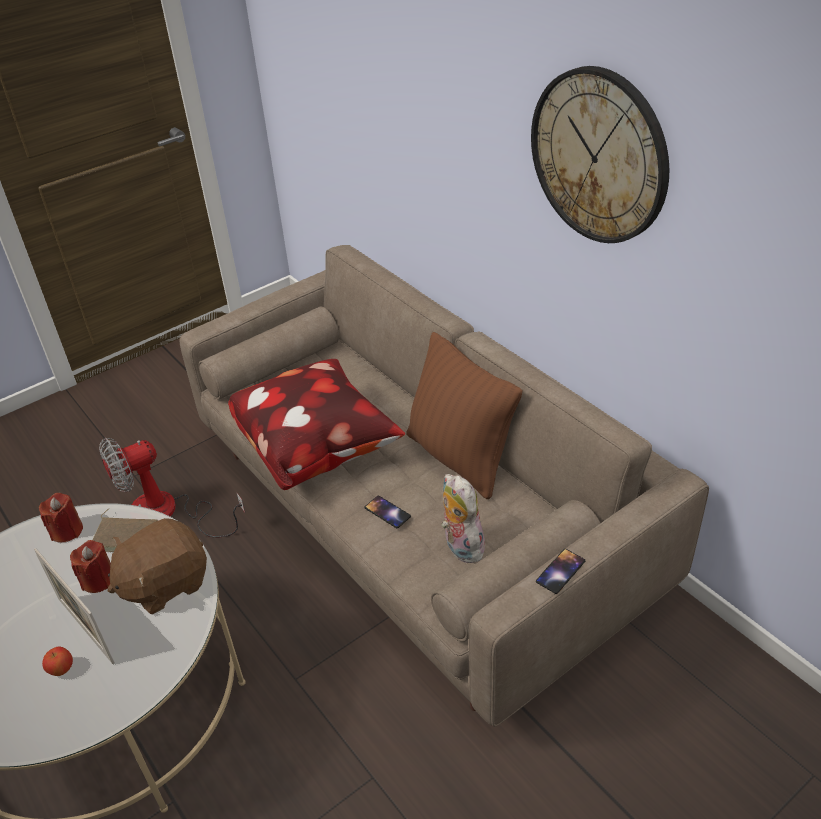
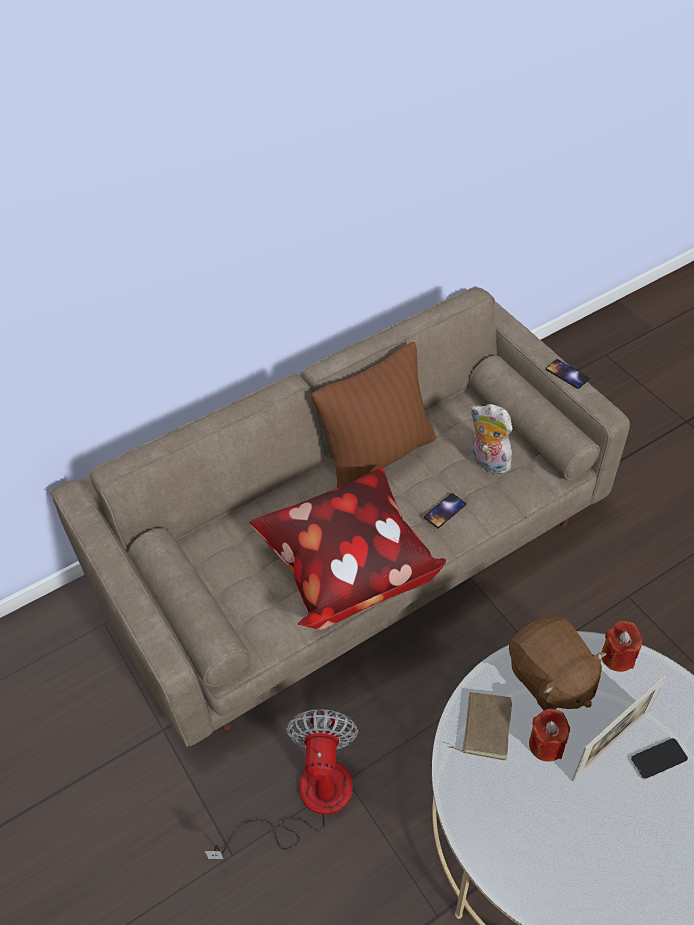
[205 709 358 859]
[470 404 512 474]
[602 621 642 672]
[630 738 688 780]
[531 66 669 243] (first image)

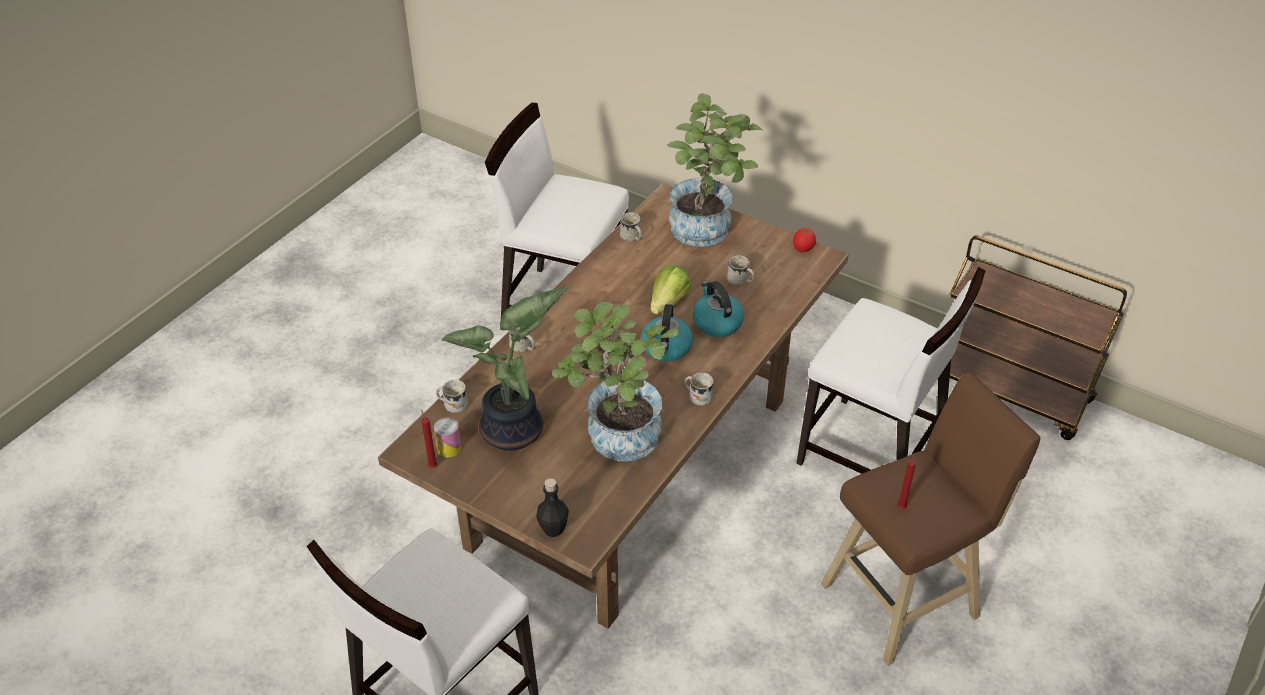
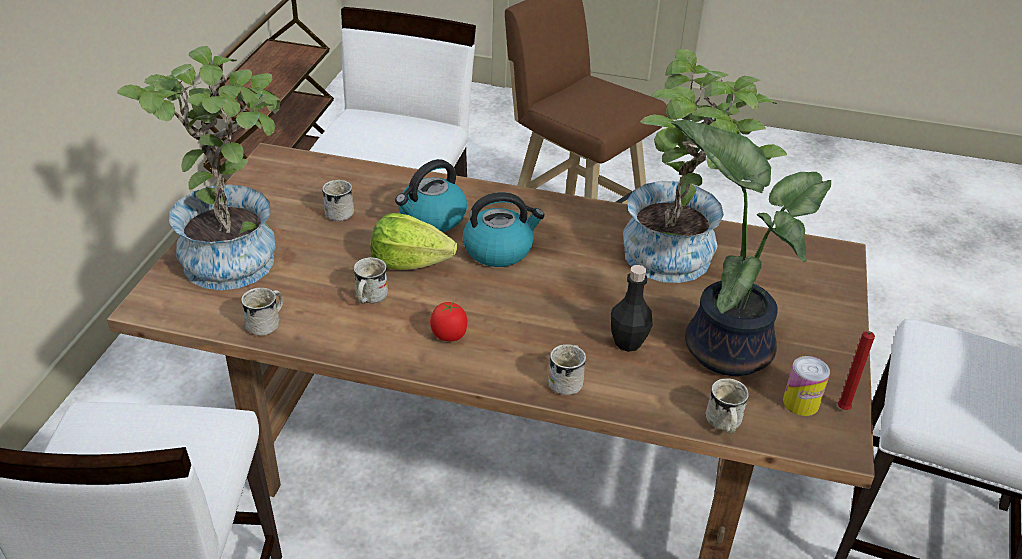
[354 257 388 304]
[430 301 467 341]
[611 265 652 352]
[897 460 916 509] (first image)

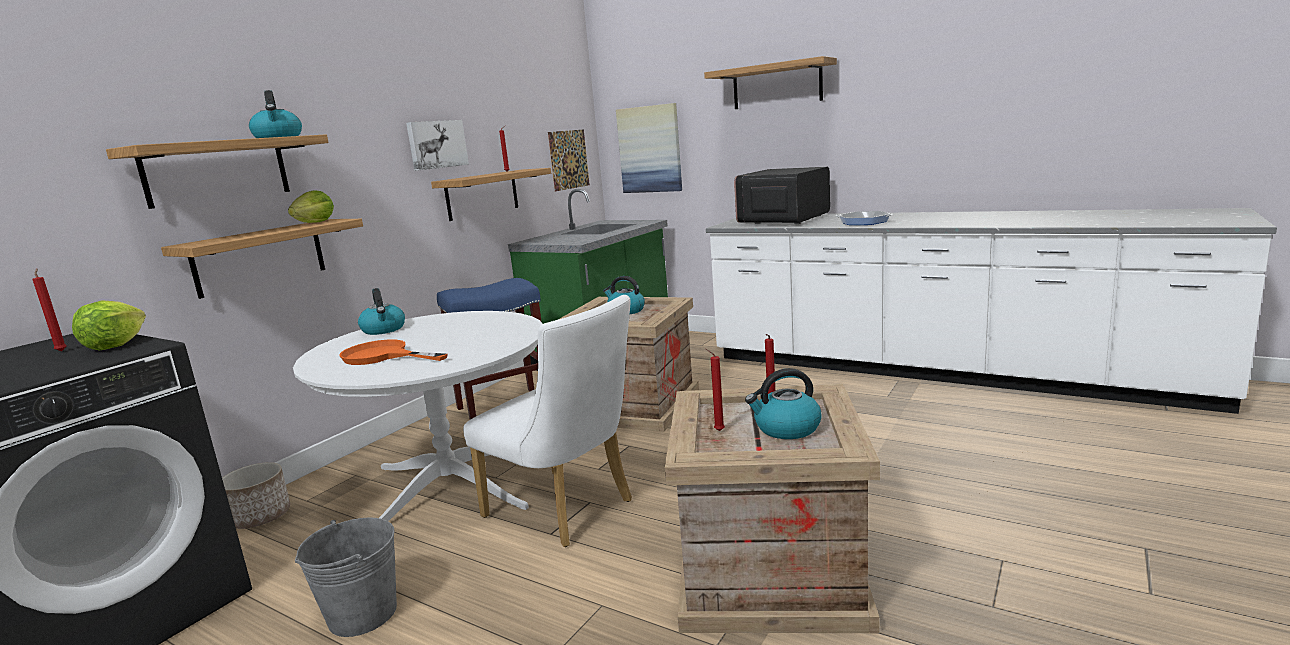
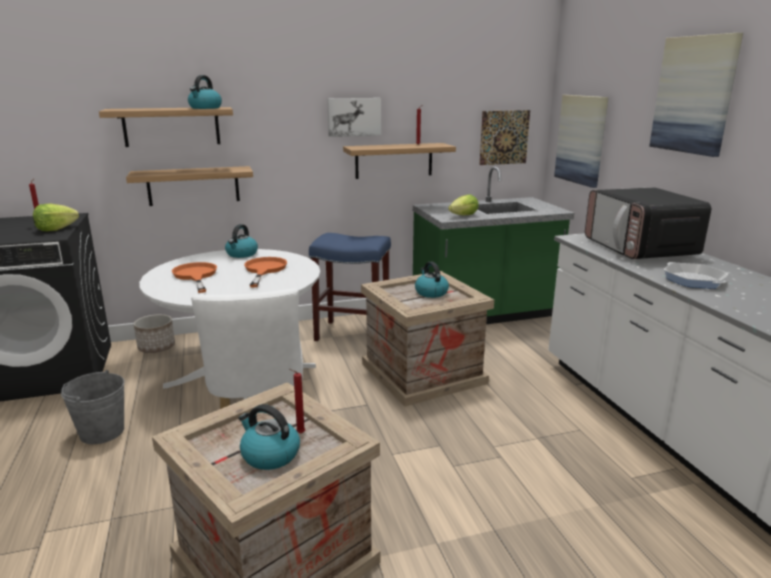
[244 257 287 287]
[448 194 479 215]
[585 187 711 259]
[649 33 743 157]
[706 349 725 431] (first image)

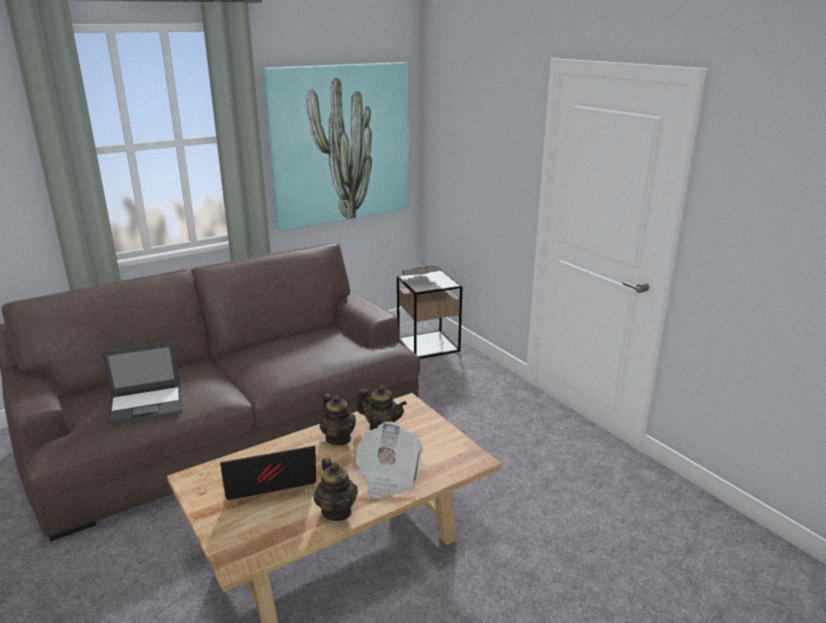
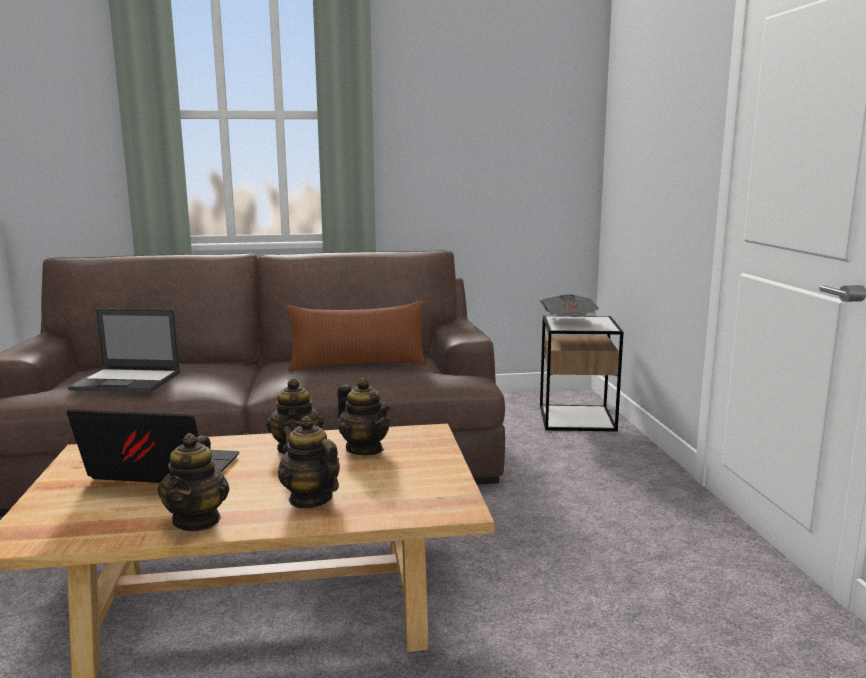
[278 416 340 509]
[286 301 426 371]
[263 62 408 231] (first image)

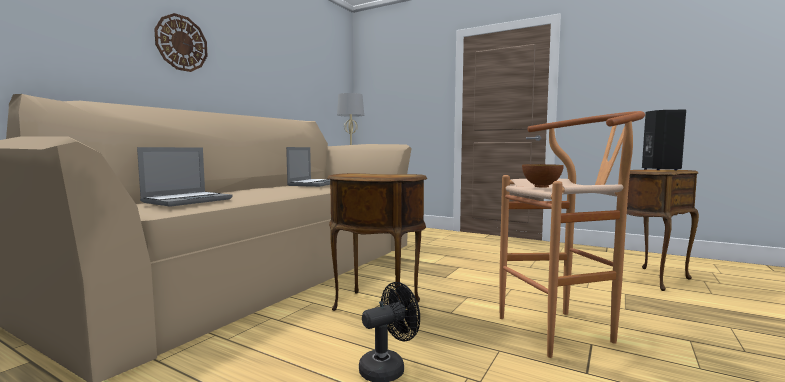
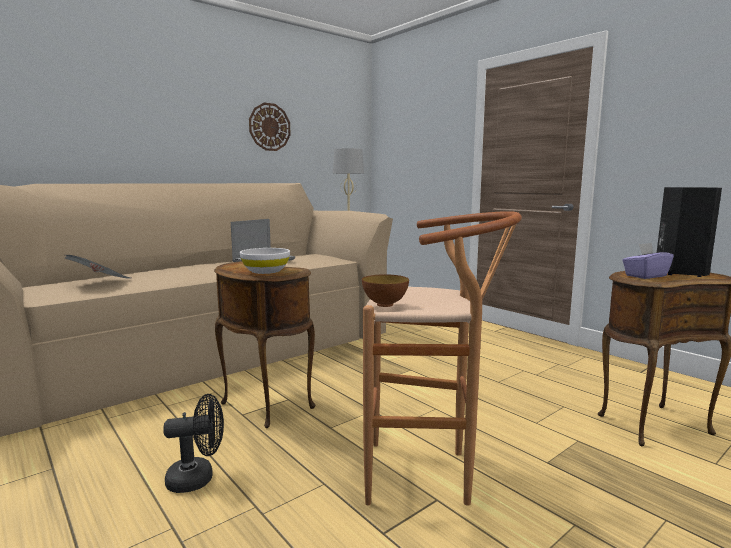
[65 255 131 278]
[240 248 290 274]
[249 103 291 151]
[622 243 674 279]

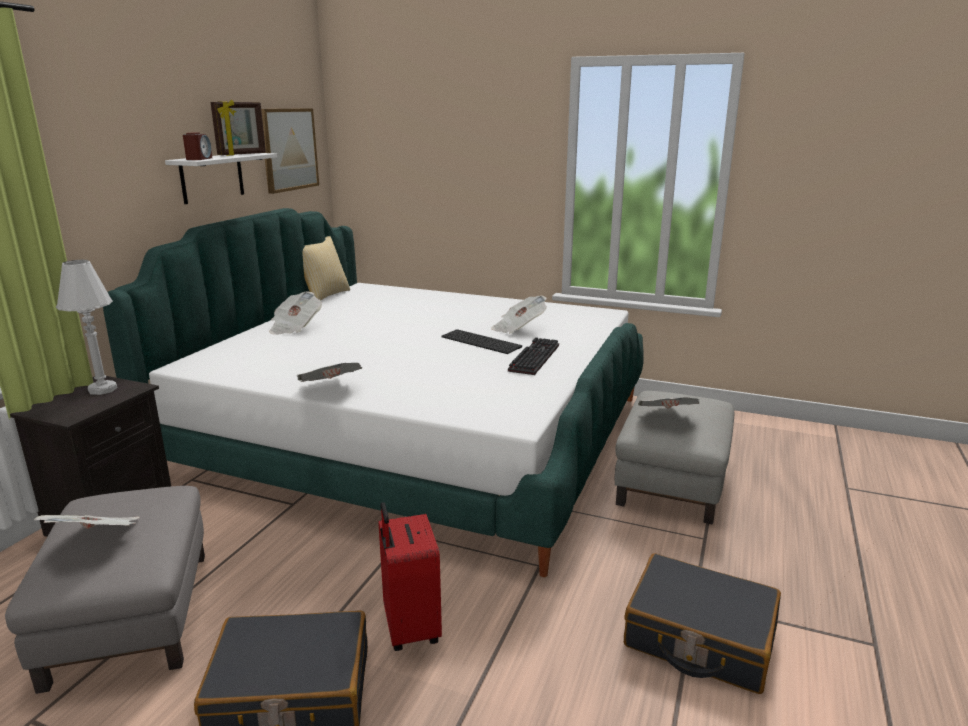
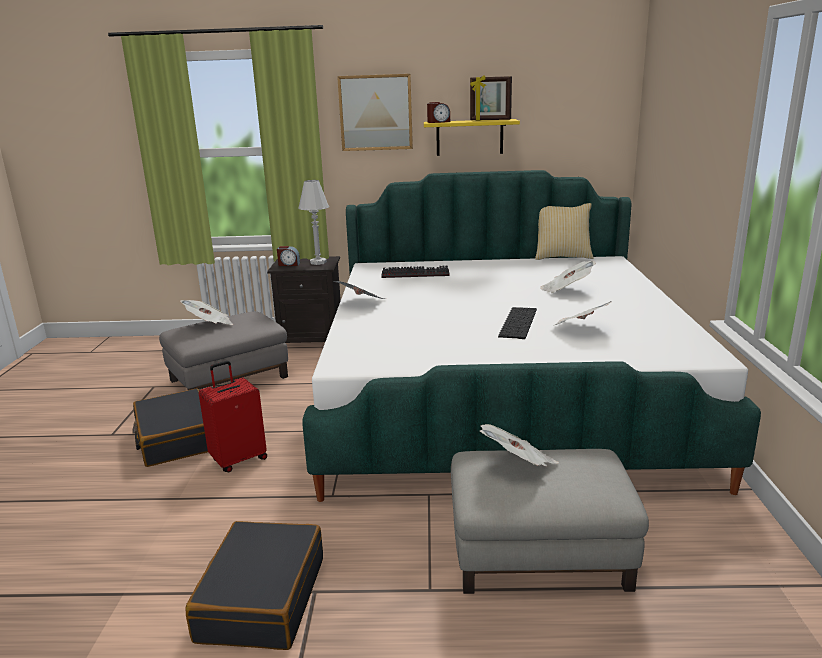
[277 246 300 266]
[337 74 413 151]
[381 266 450 278]
[424 119 520 156]
[540 261 596 293]

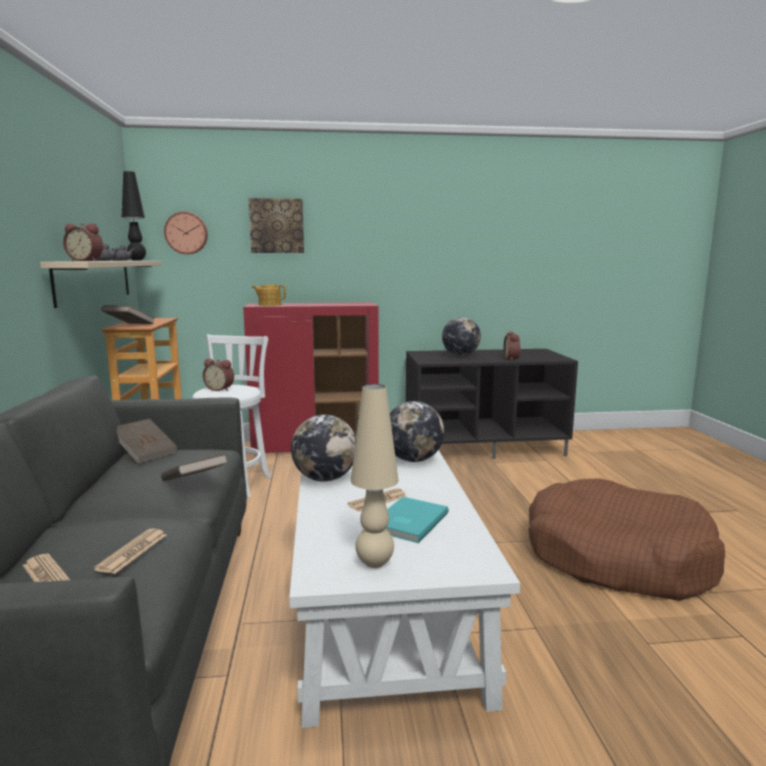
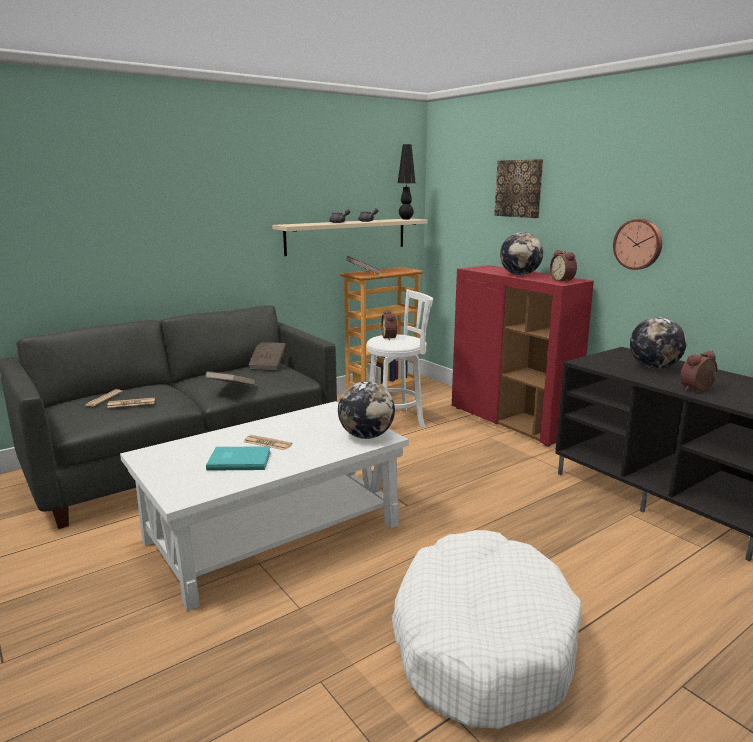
[392 530 582 729]
[500 232 543 275]
[550 250 577 282]
[613 219 662 270]
[252 285 286 306] (first image)
[351 384 399 568] (first image)

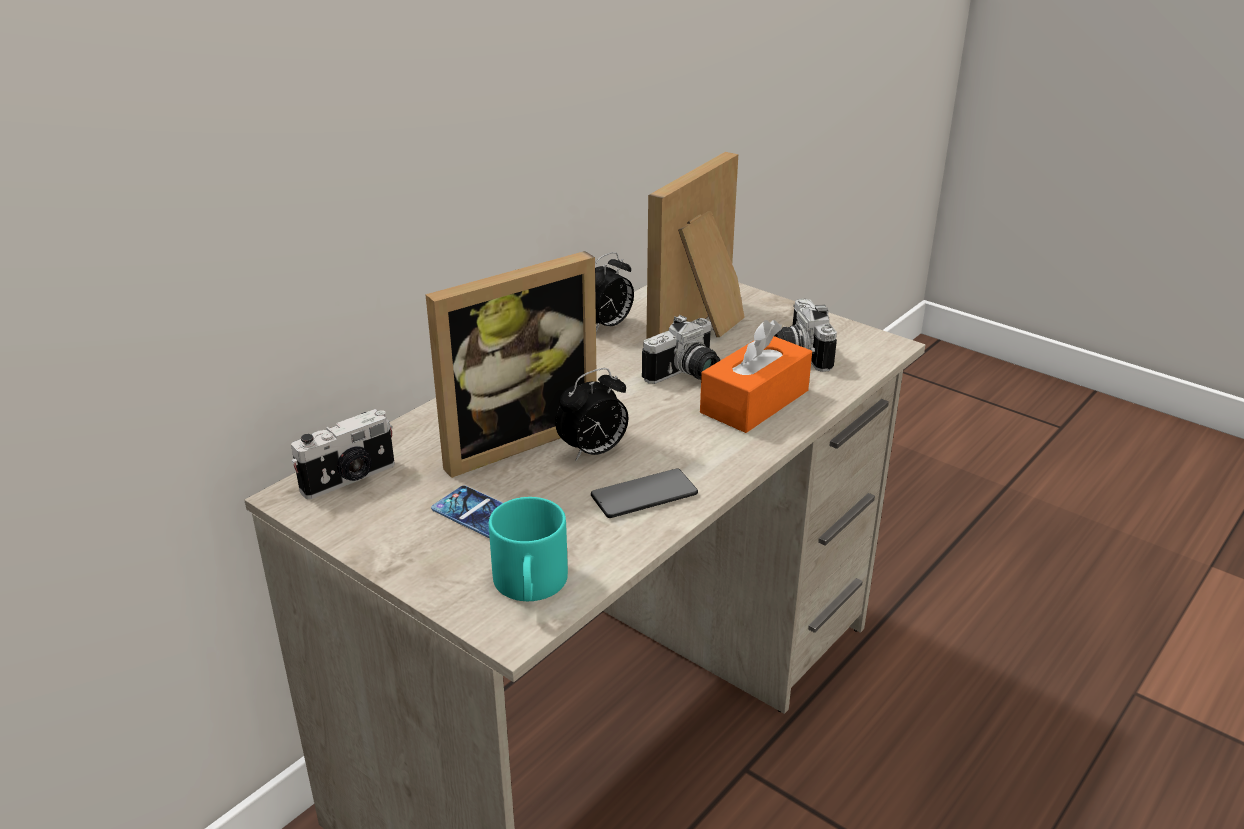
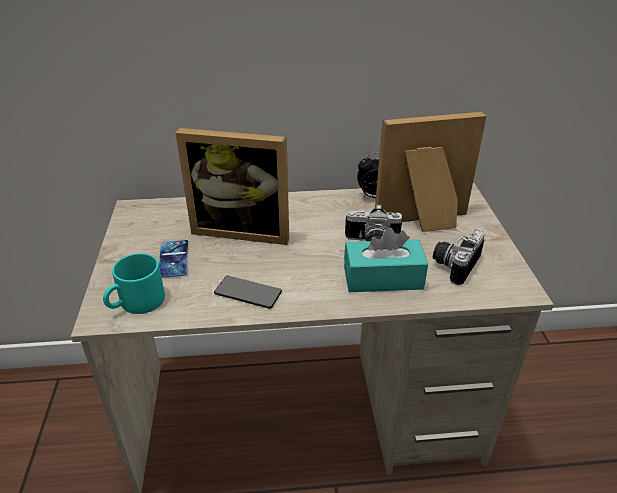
[344 227 428 292]
[291 409 395 499] (first image)
[555 368 628 461] (first image)

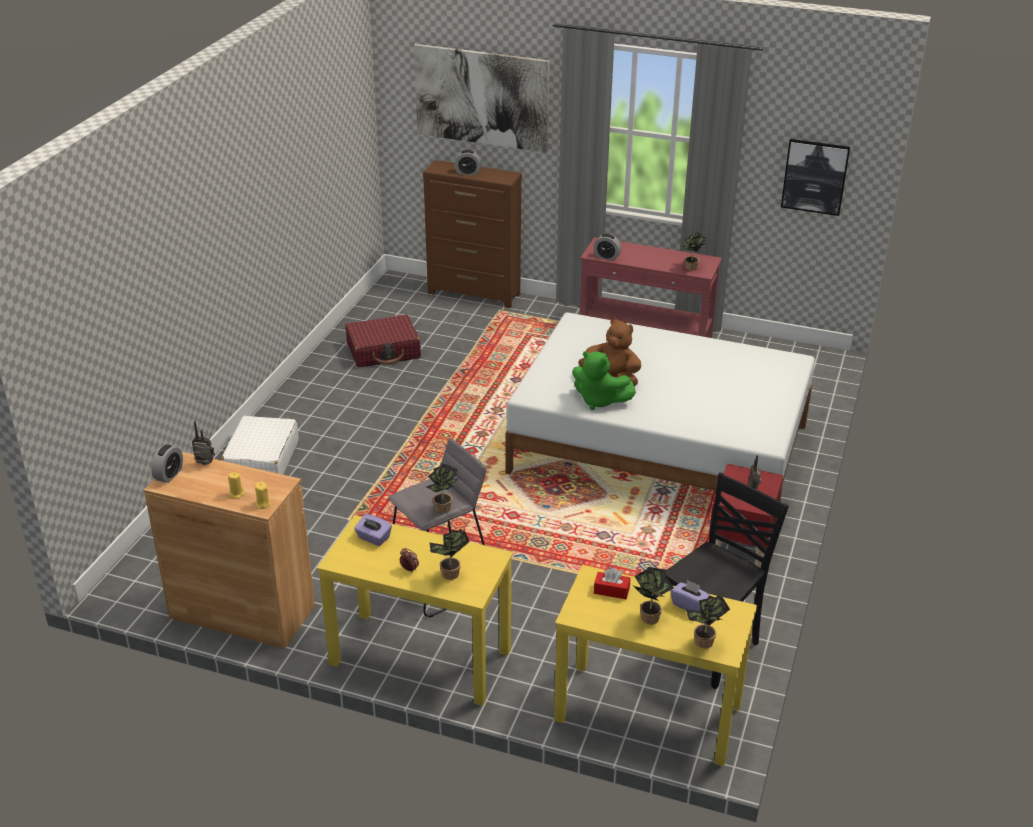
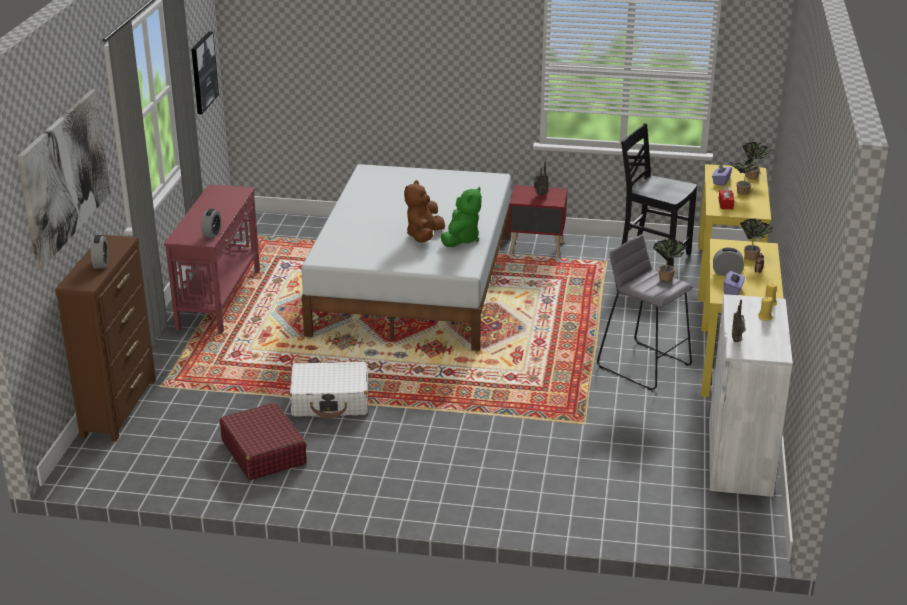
[290 362 368 418]
[709 294 793 497]
[713 247 744 276]
[681 232 707 271] (first image)

